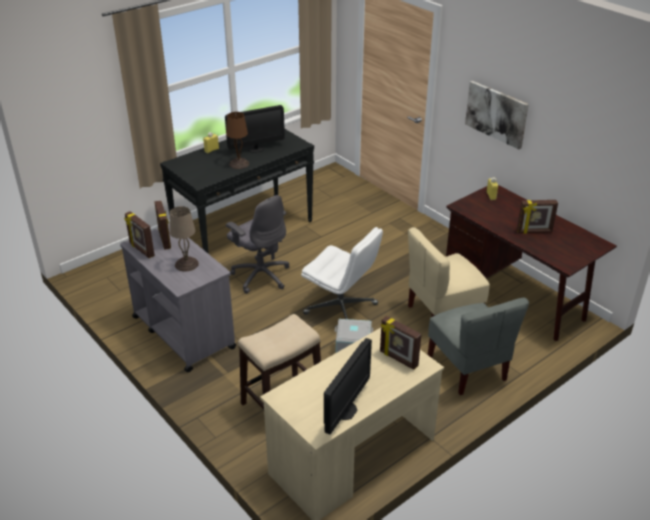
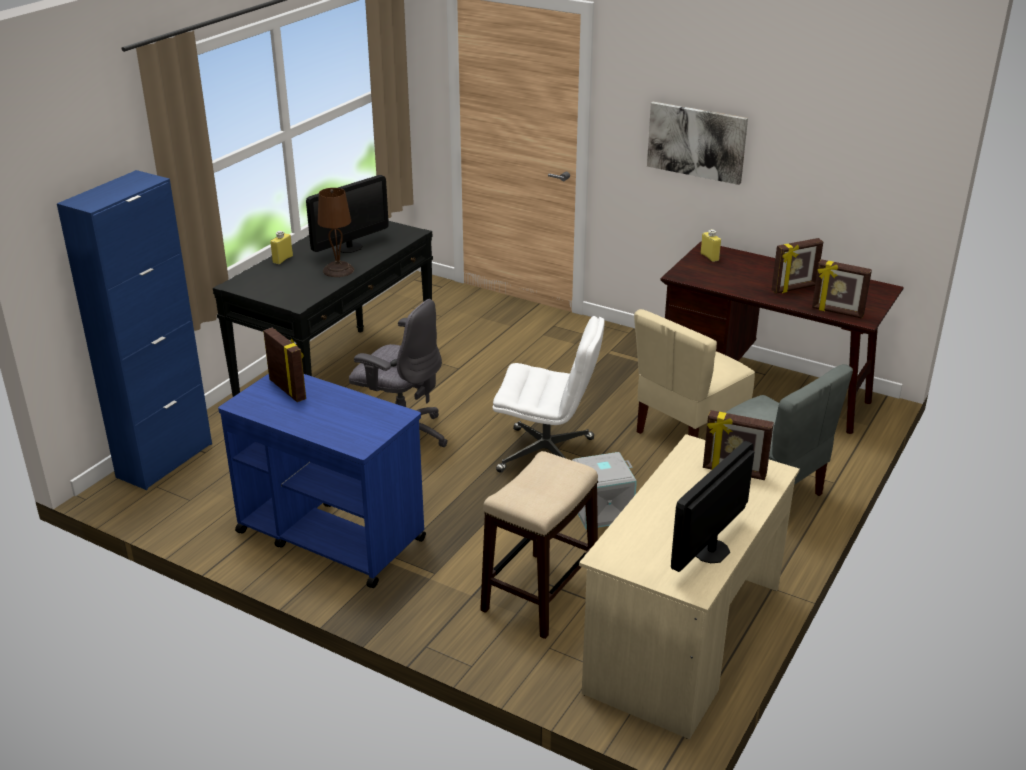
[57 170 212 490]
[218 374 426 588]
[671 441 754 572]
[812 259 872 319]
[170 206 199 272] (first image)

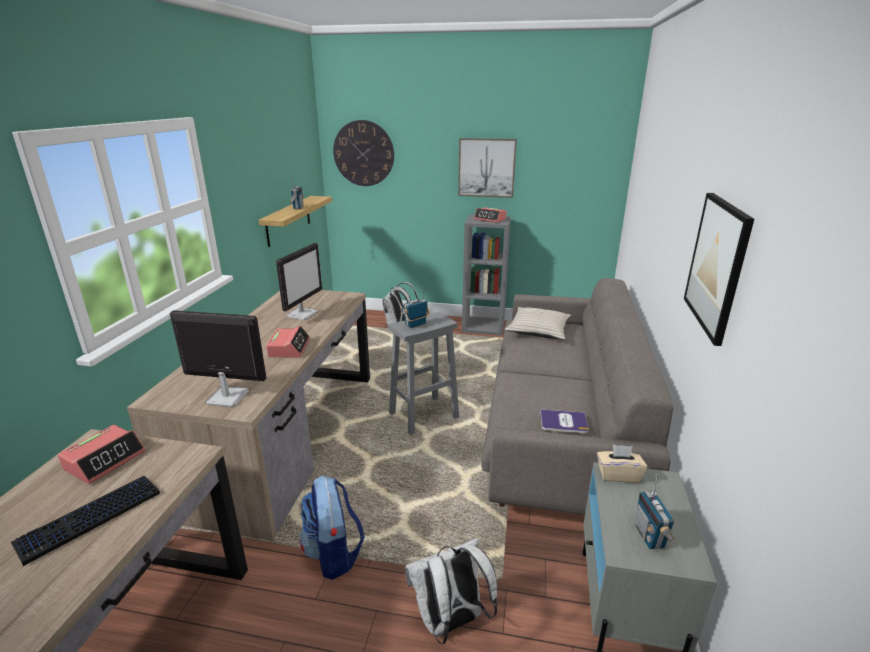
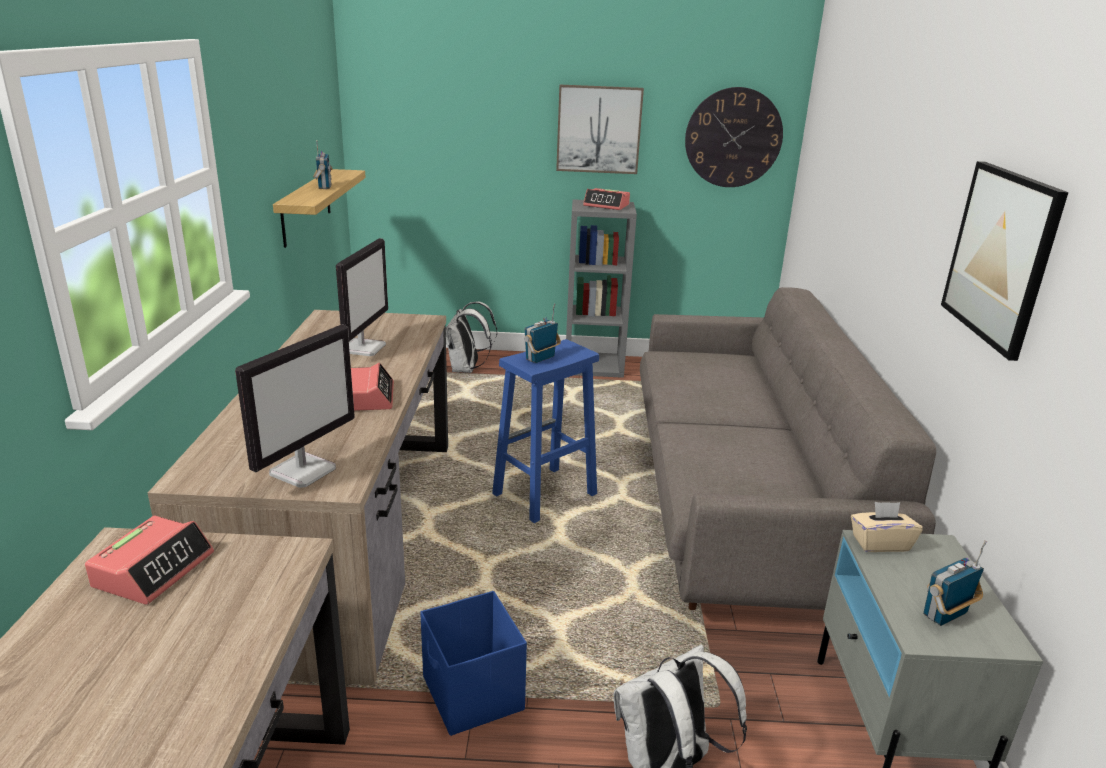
[235 324 355 488]
[420 591 527 736]
[492 339 599 523]
[685 87 783 187]
[923 541 987 626]
[11 476 160 566] (first image)
[505 307 571 340] (first image)
[540 410 588 433] (first image)

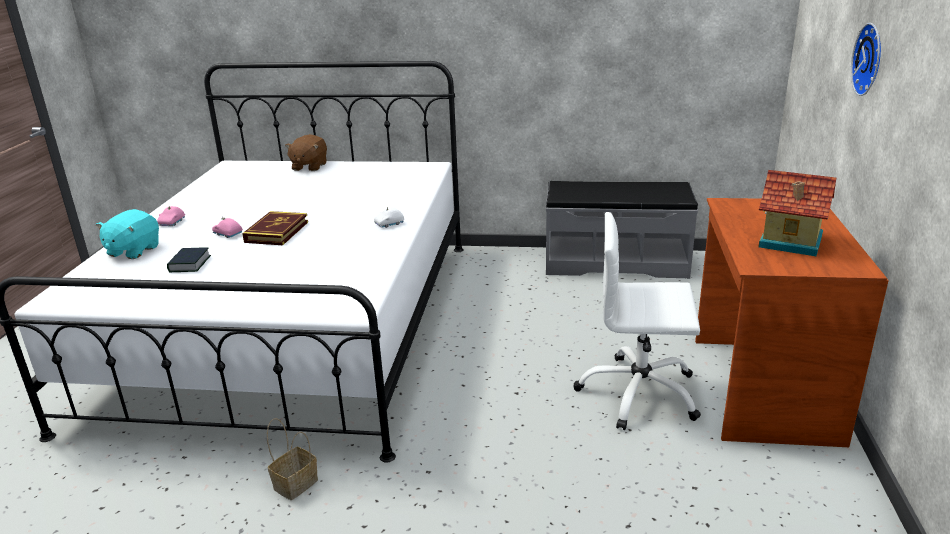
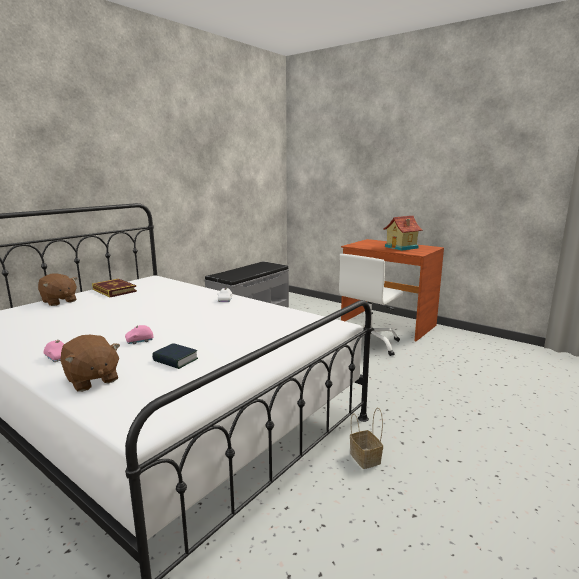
[60 335 120 392]
[92 279 137 297]
[851 23 881 96] (first image)

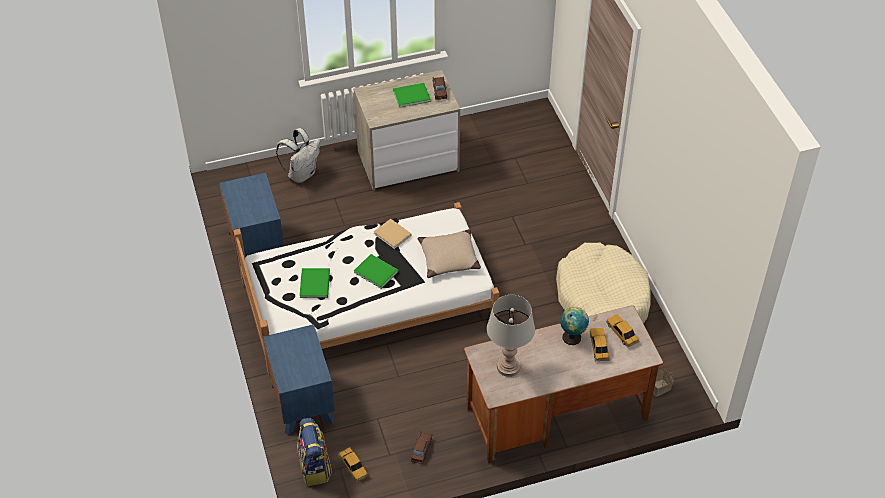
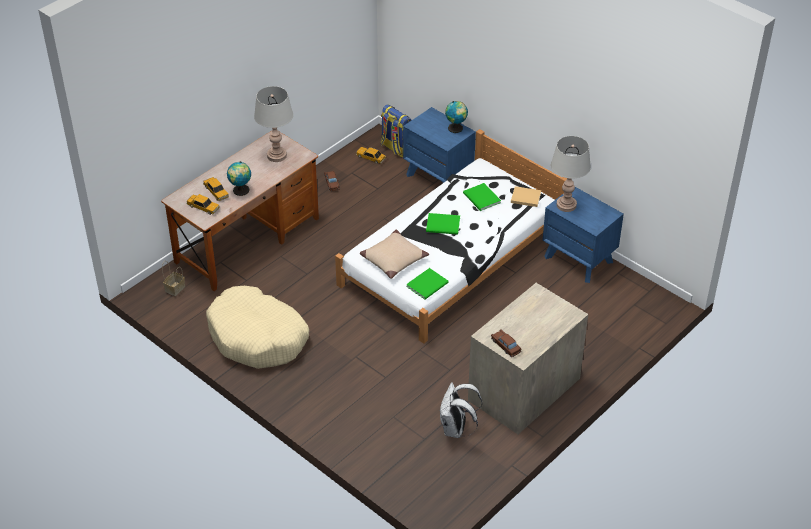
[406 268 449 299]
[439 382 482 438]
[445 101 468 133]
[511 186 541 207]
[551 136 591 212]

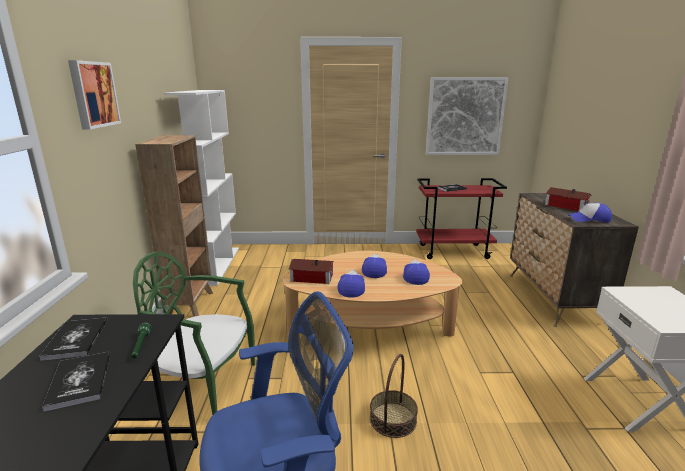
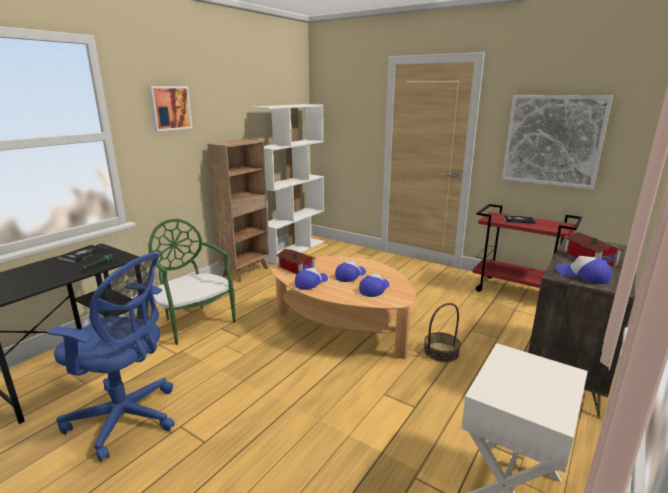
[424 303 461 362]
[42 352 110 412] (first image)

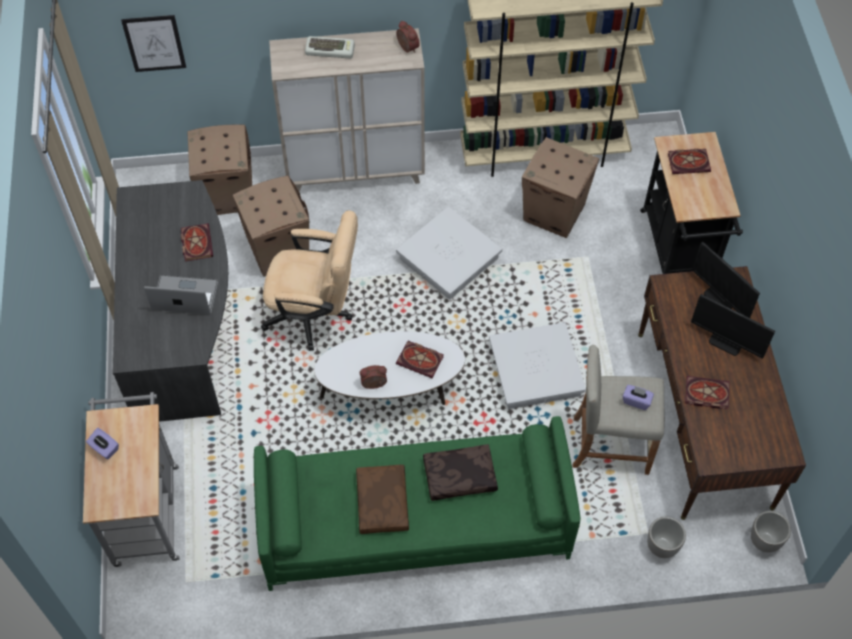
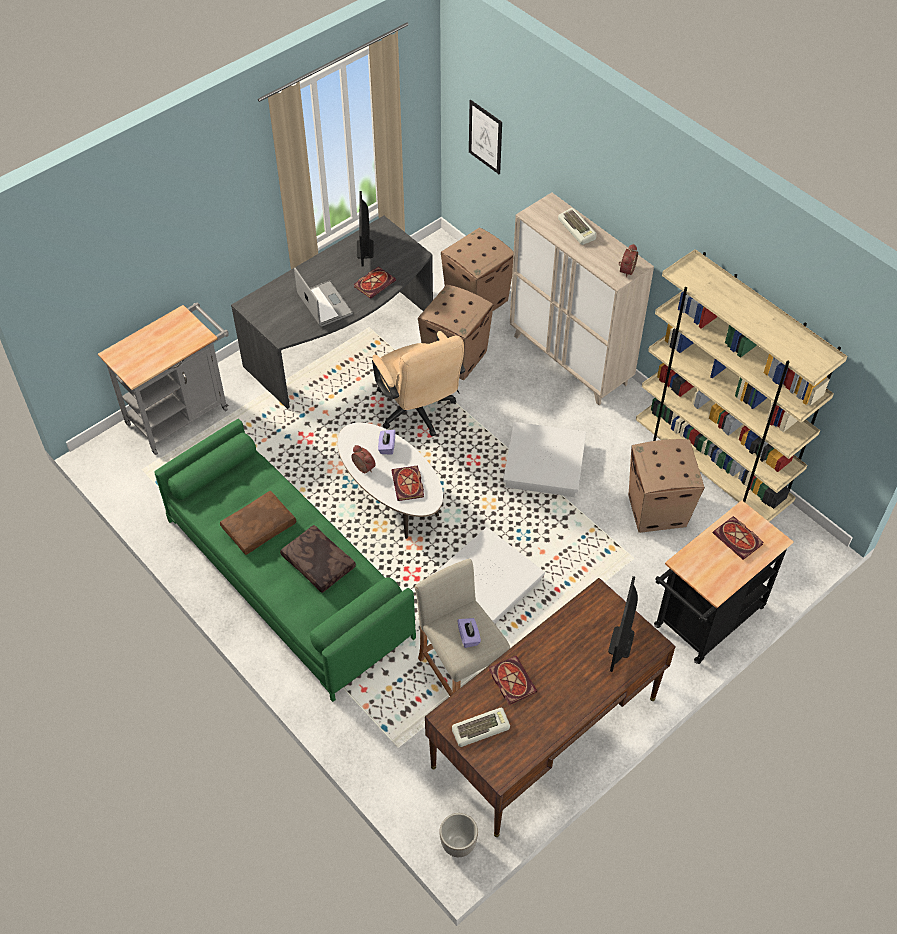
[357 191 374 267]
[378 430 395 455]
[452 708 510 747]
[647 517 686 558] (first image)

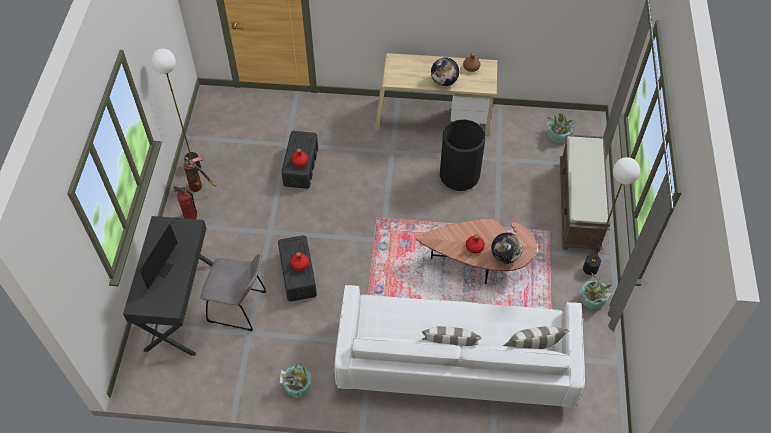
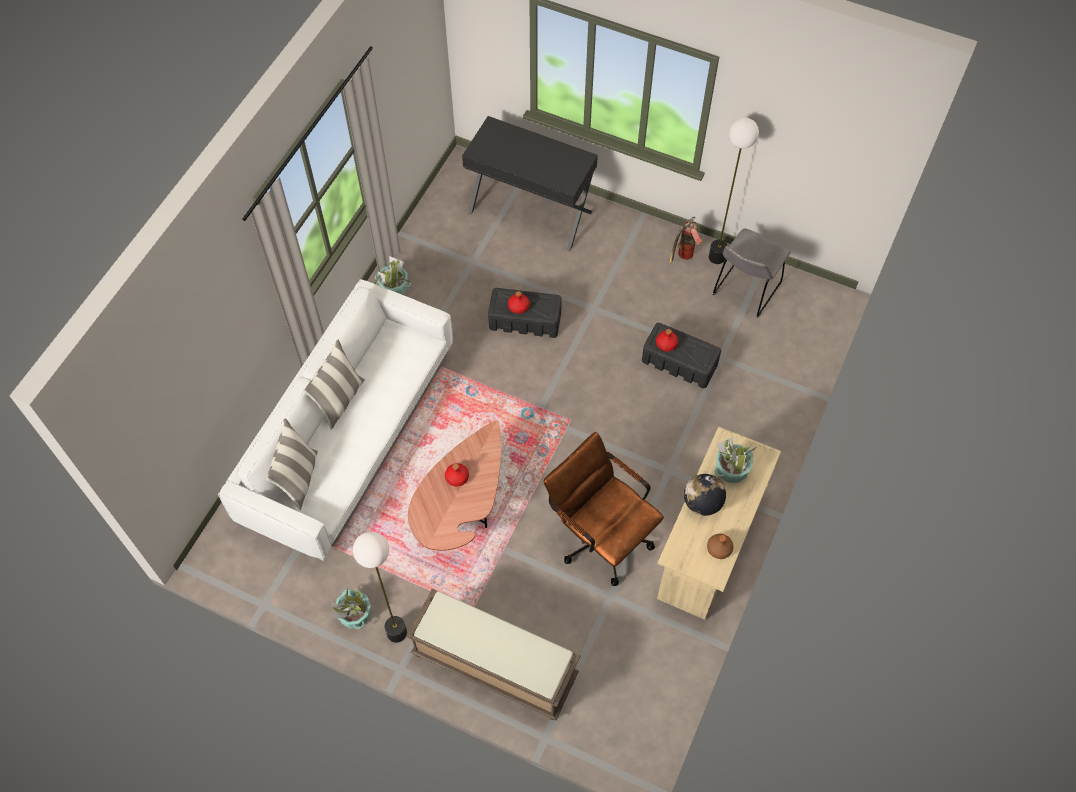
[544 432 664 586]
[713 228 791 318]
[715 437 756 483]
[139 217 178 289] (first image)
[174 186 197 219] (first image)
[491 233 523 264] (first image)

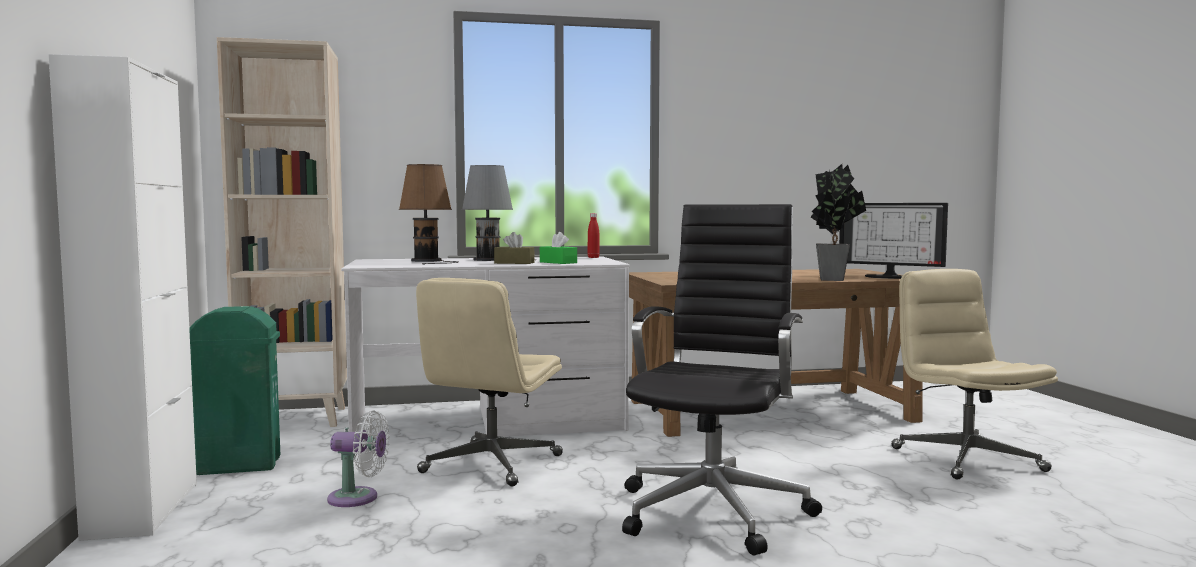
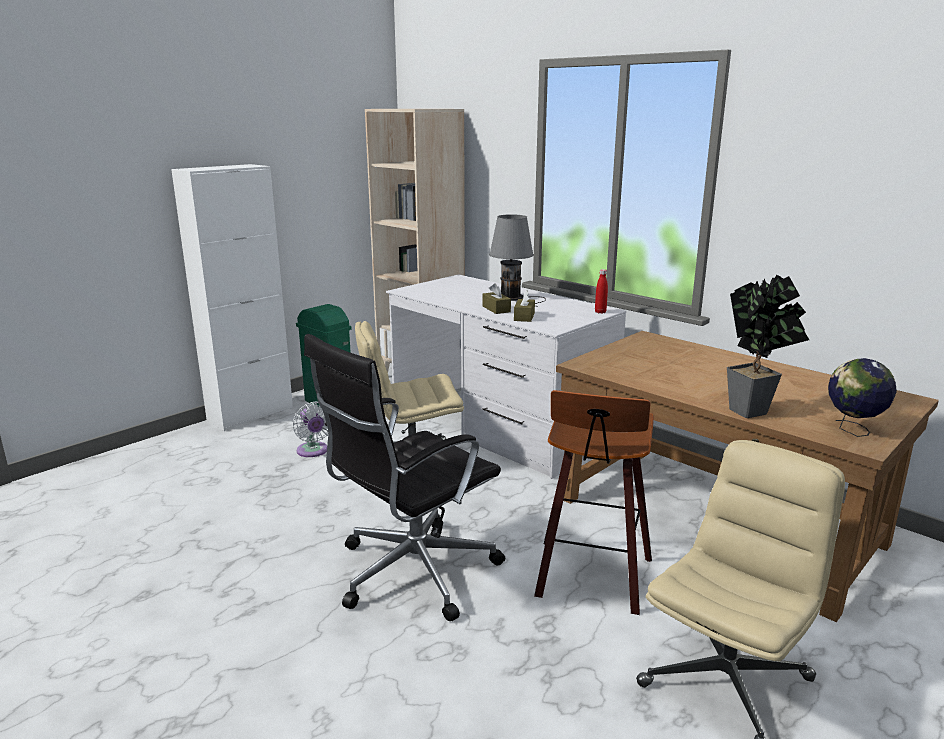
[304 334 505 621]
[514 290 535 322]
[534 390 654 615]
[828 358 897 437]
[399 164 458 264] (first image)

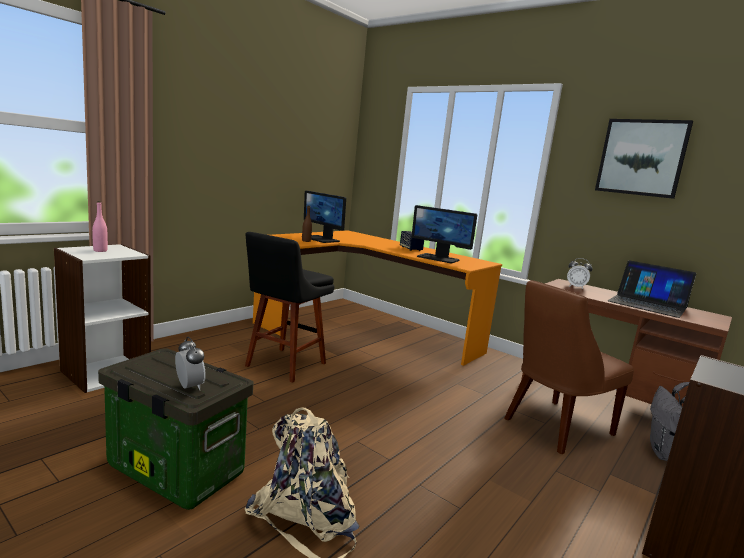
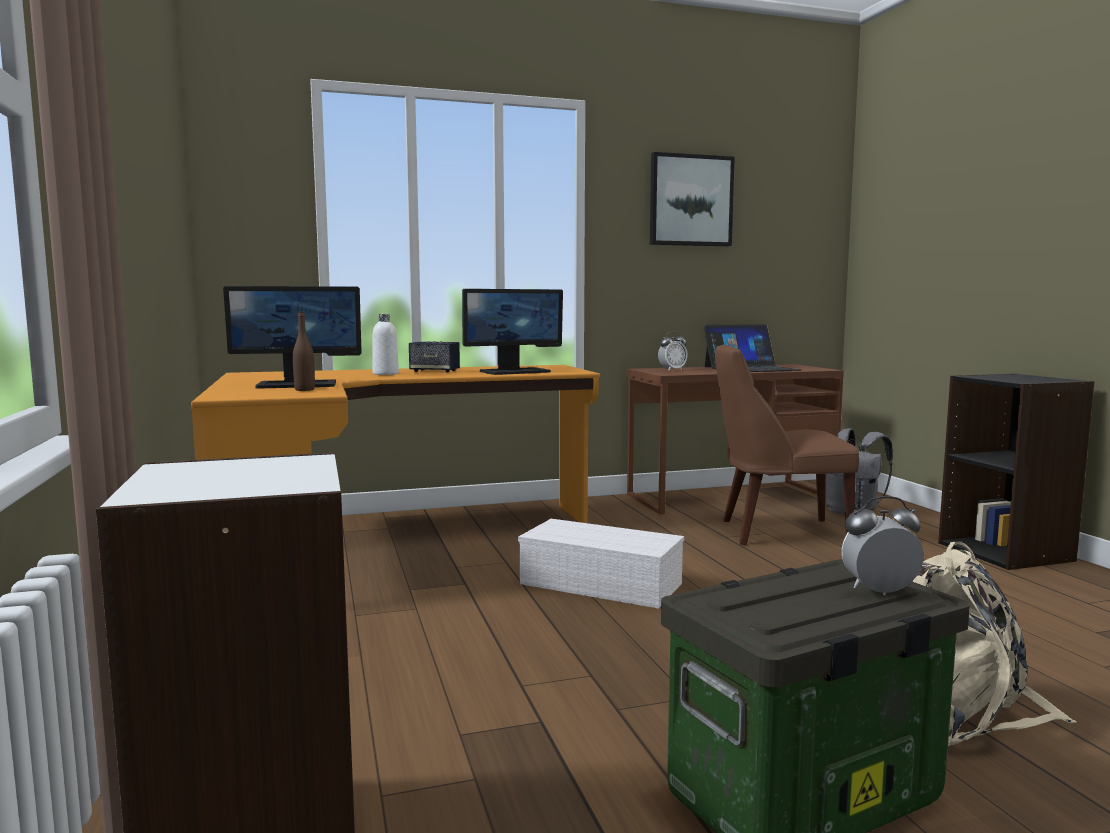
[373 314 399 375]
[518 519 684 609]
[715 345 859 545]
[92 201 108 252] (first image)
[245 232 334 383] (first image)

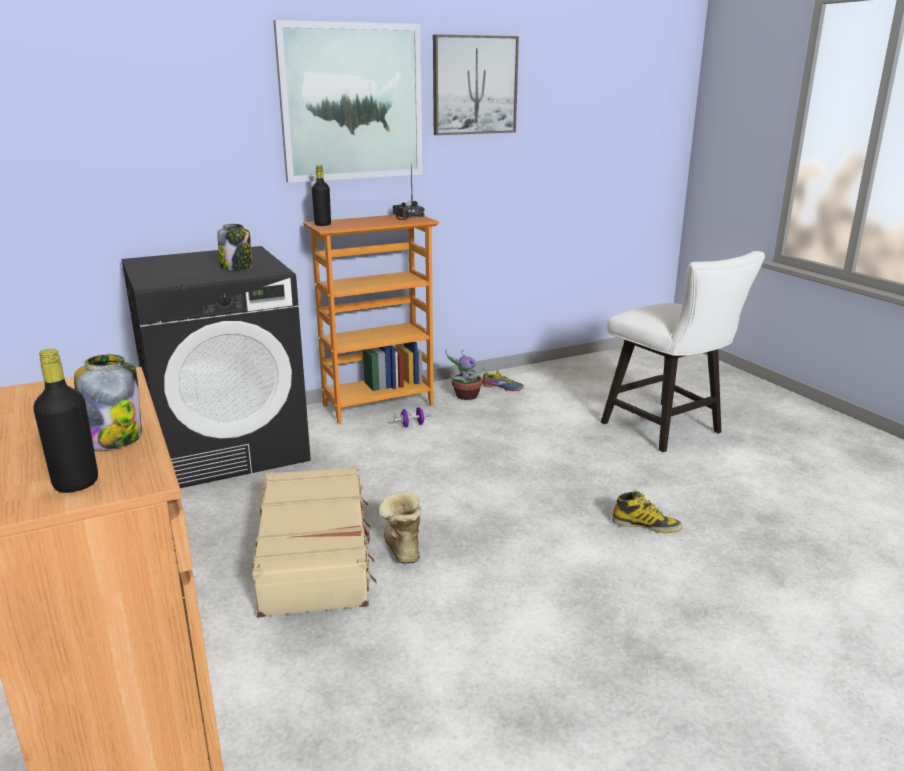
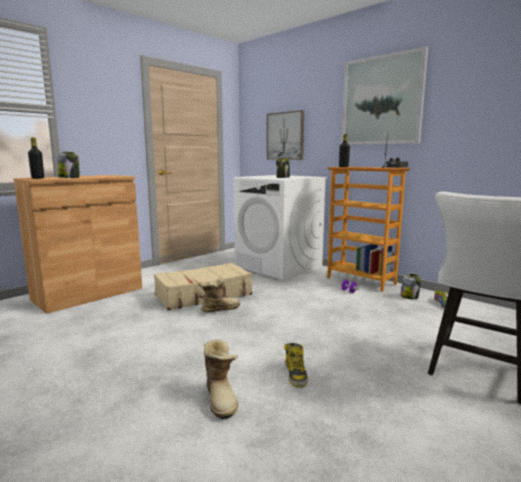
[204 339 238 419]
[234 175 327 280]
[267 110 304 160]
[400 274 421 300]

